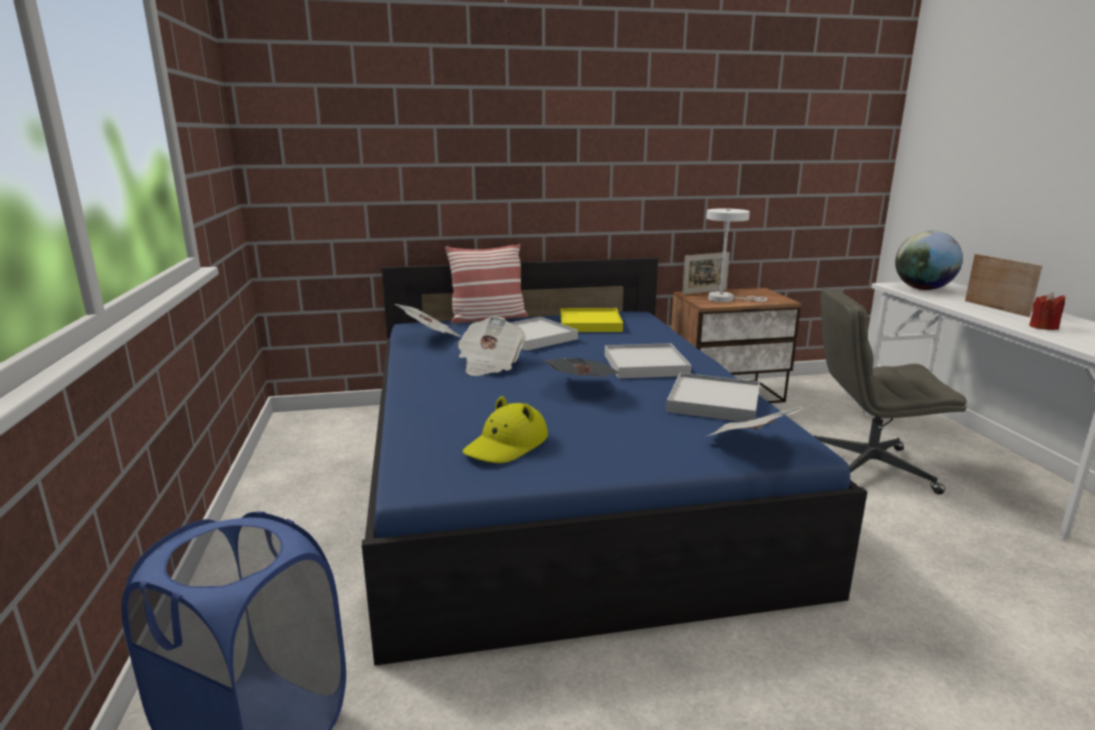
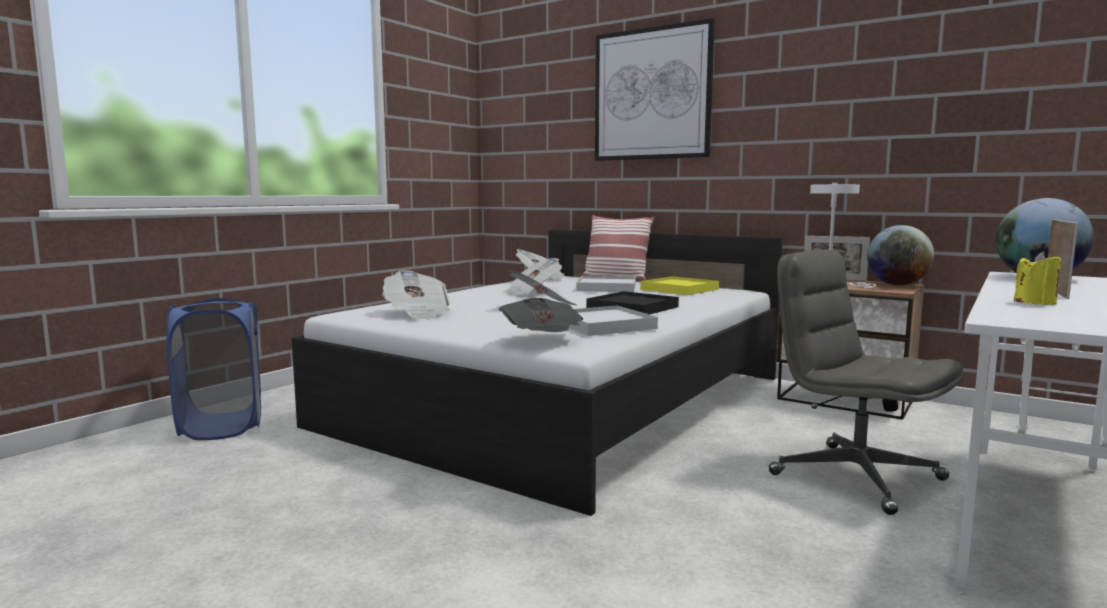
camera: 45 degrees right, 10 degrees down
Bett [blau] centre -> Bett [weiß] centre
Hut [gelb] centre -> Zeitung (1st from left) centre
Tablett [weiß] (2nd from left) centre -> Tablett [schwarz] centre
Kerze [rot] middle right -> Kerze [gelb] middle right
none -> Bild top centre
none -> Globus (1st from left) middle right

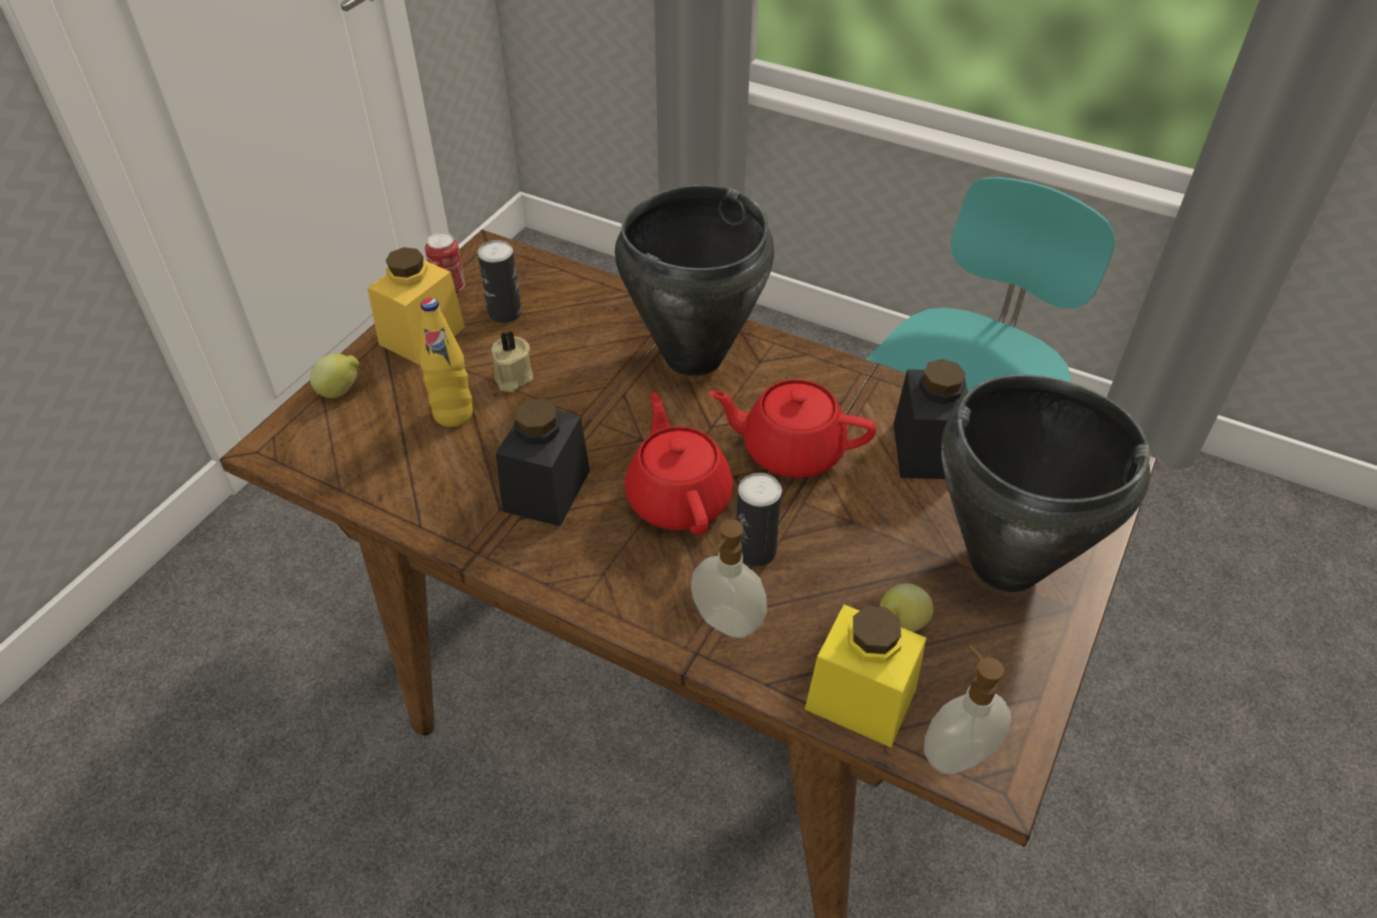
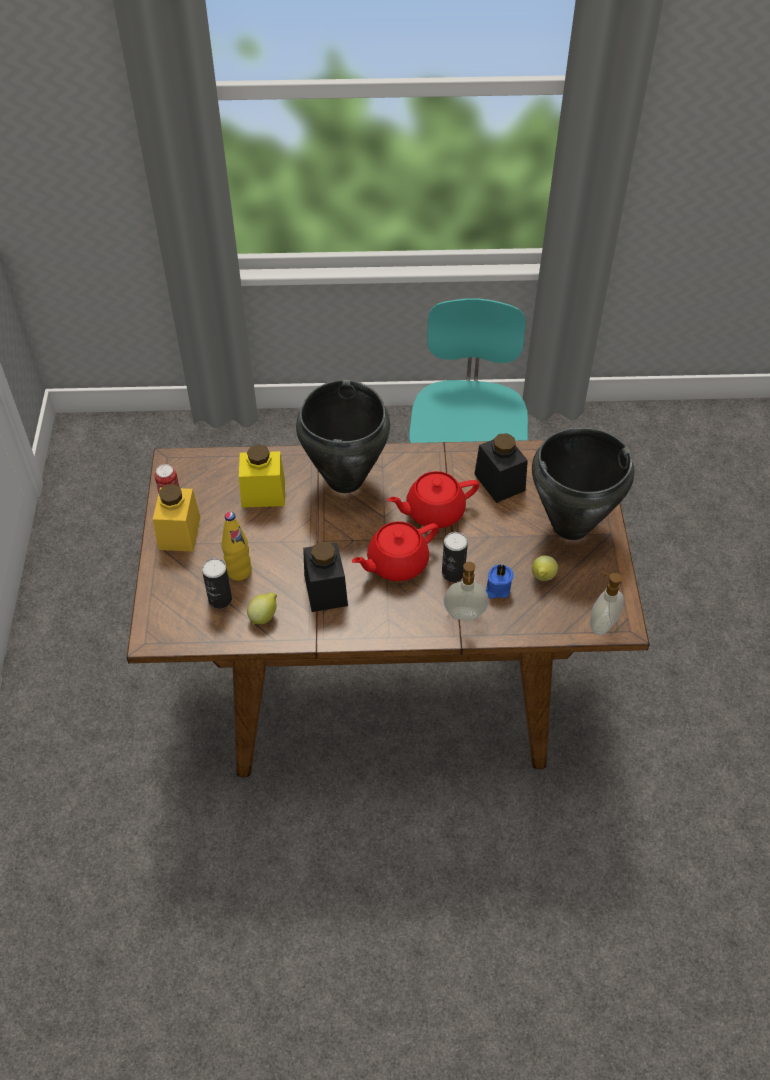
camera: 30 degrees left, 5 degrees up
Zitrone (1st from left) middle left -> Zitrone (1st from left) centre, moved
Dose (2nd from left) top centre -> Dose (2nd from left) middle left, moved
Kerze [beige] centre -> none
Teekanne [rot] (1st from left) centre, 75 degrees counterclockwise
Vorratsglas [gelb] (2nd from left) bottom centre -> Vorratsglas [gelb] (2nd from left) centre, moved
none -> Kerze [blau] centre

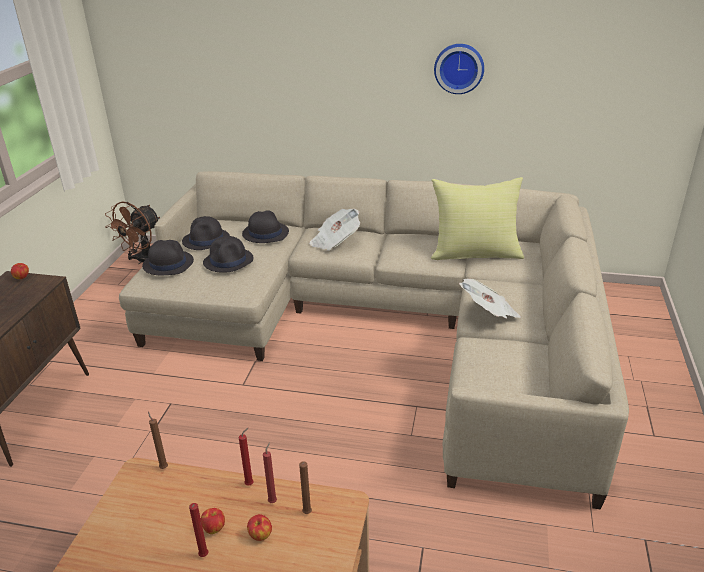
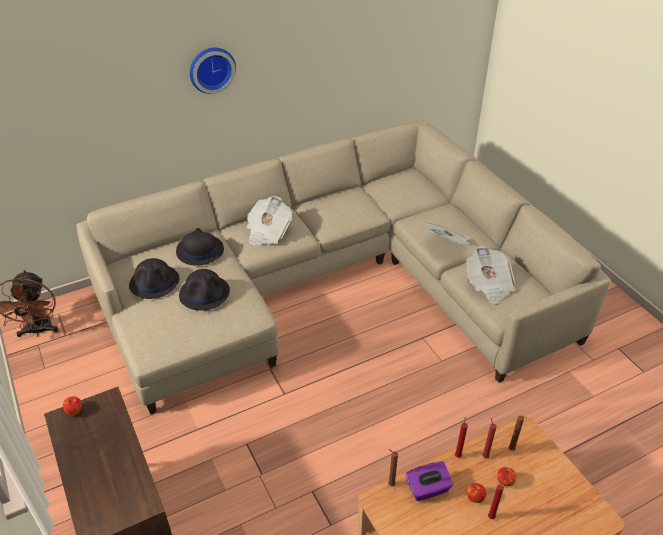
camera: 40 degrees left, 10 degrees up
Hut [schwarz] (1st from left) middle left -> none
Kissen [gelb] middle right -> none
Wanduhr top centre -> Wanduhr top left, moved
none -> Taschentuchbox [lila] bottom centre
none -> Zeitung (3rd from left) middle right

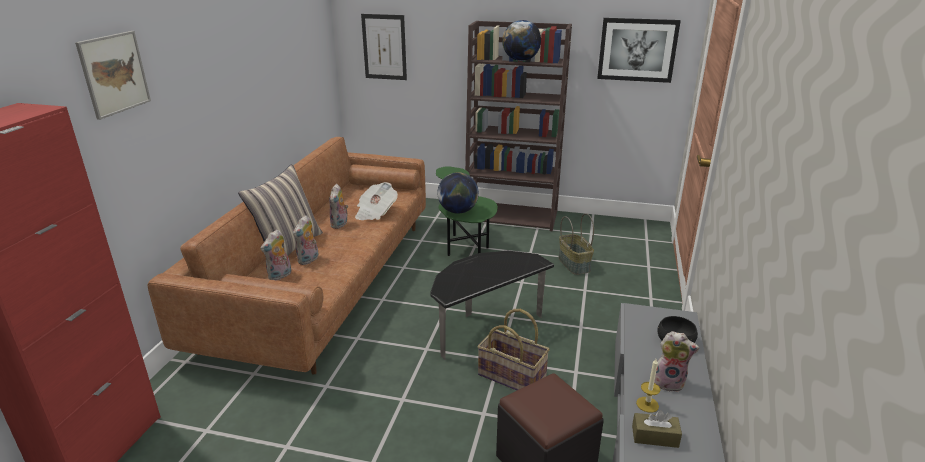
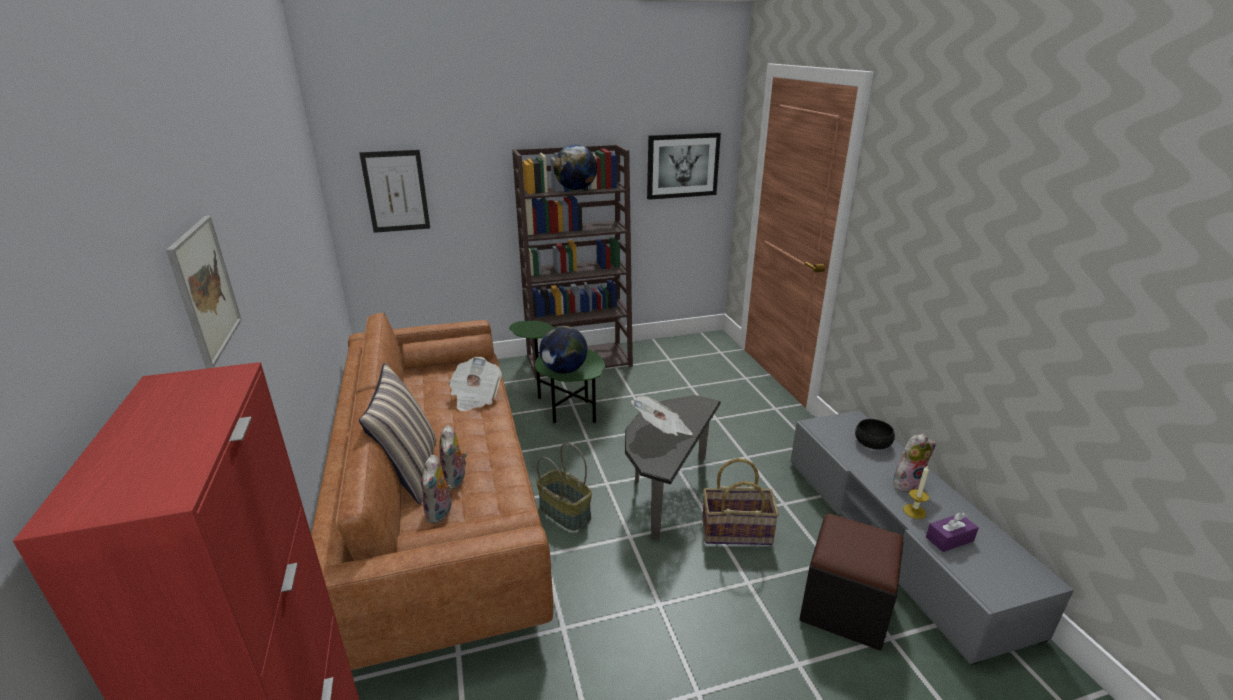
camera: 30 degrees left, 0 degrees up
Plüschtier (3rd from left) centre -> none
Korb (2nd from left in the first image) centre -> Korb (1st from left) bottom centre, moved
Taschentuchbox [braun] bottom right -> Taschentuchbox [lila] bottom right
none -> Zeitung (2nd from left) centre

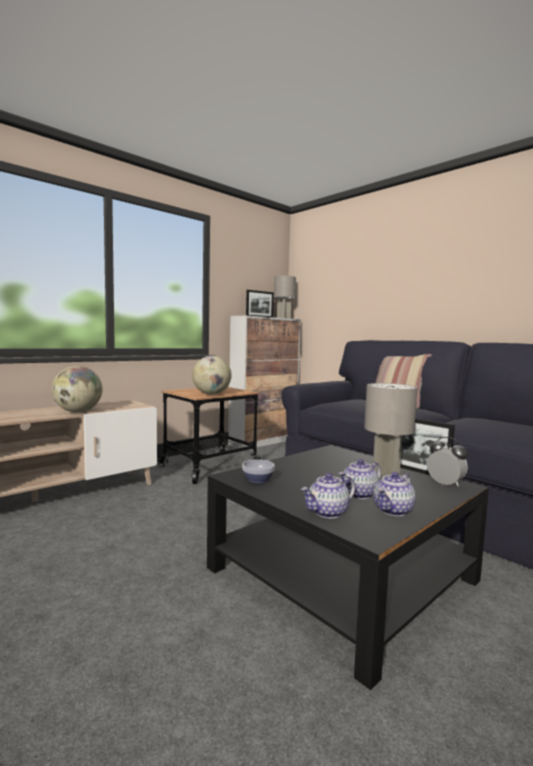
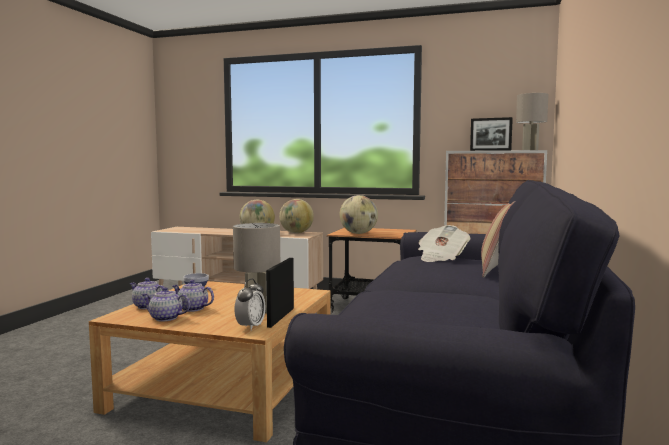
camera: 60 degrees right, 0 degrees up
Couchtisch [schwarz] bottom centre -> Couchtisch [beige] bottom left
none -> Globus (2nd from left) centre
none -> Zeitung centre

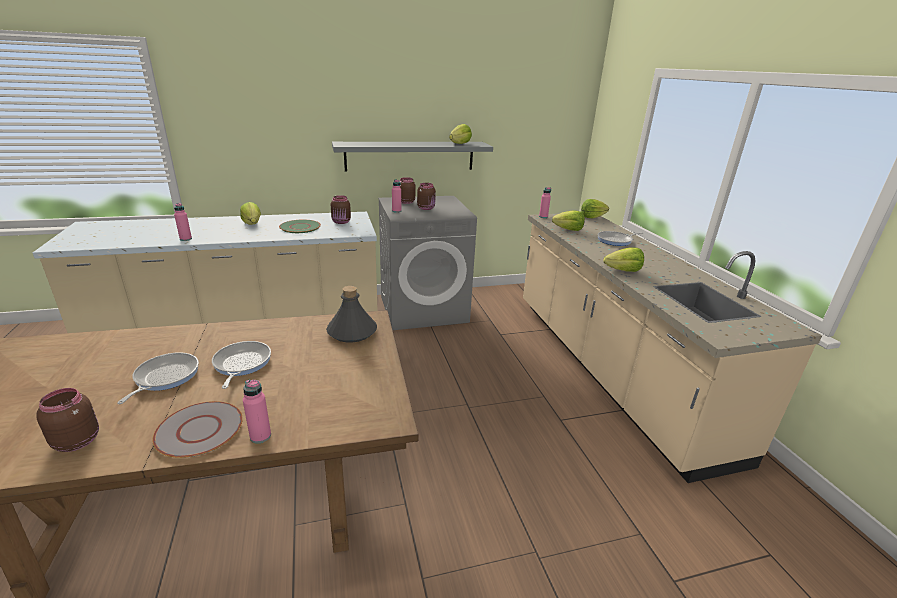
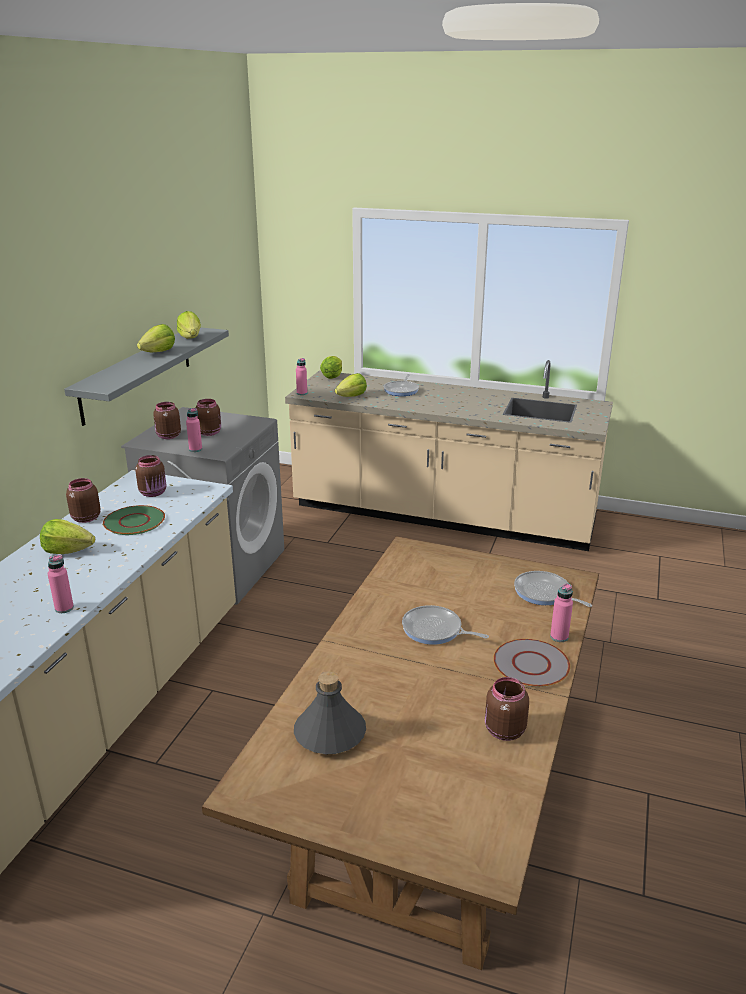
camera: 55 degrees left, 0 degrees up
Pfanne (1st from left in the first image) middle left -> Pfanne (3rd from left) middle right, moved
Flasche [grau] centre -> Flasche [grau] bottom centre, moved
Salatkopf (5th from left in the first image) middle right -> Salatkopf (2nd from left) middle left, moved
none -> Vorratsglas [braun] (1st from left) middle left

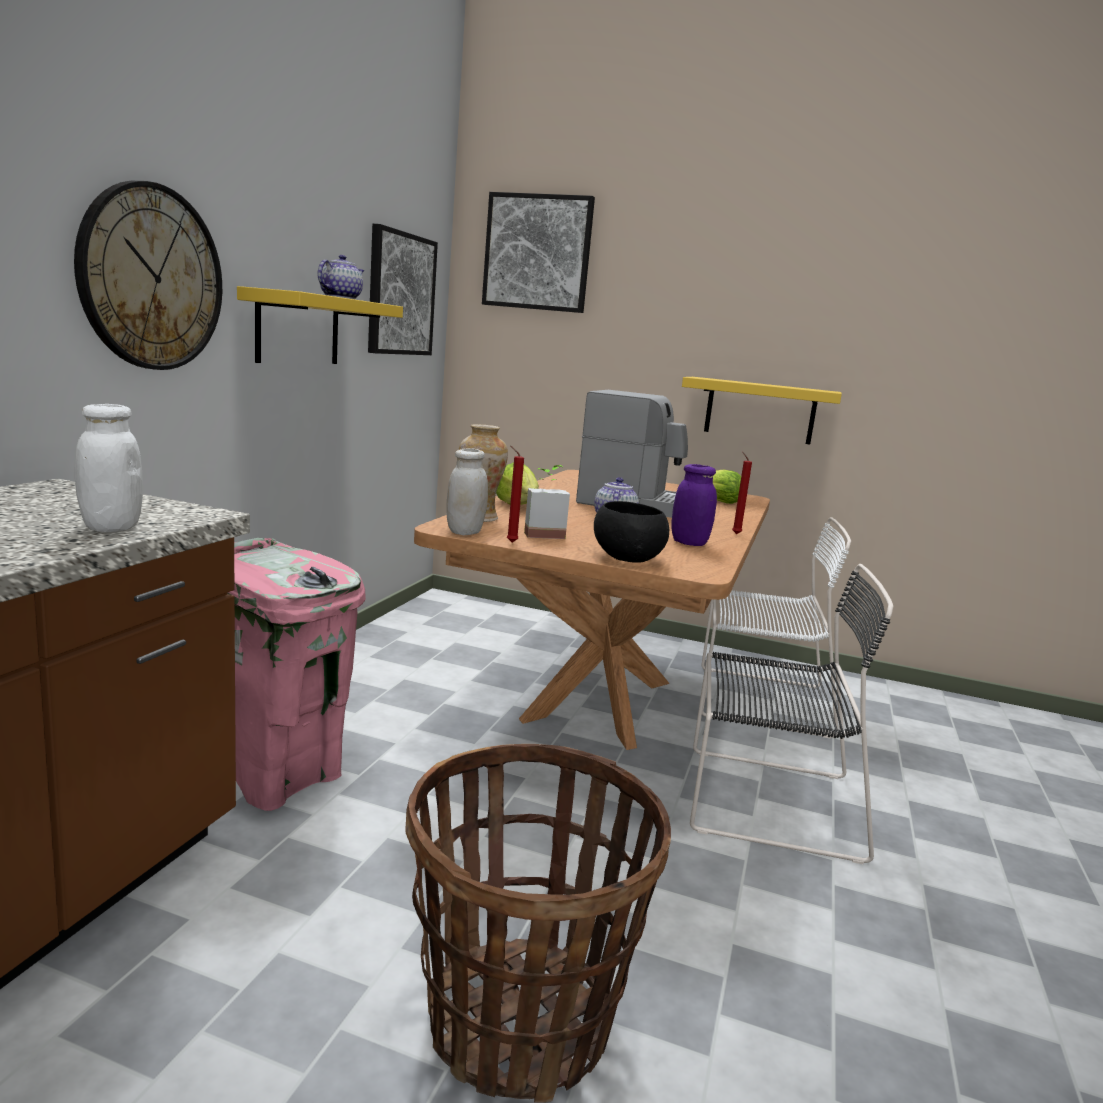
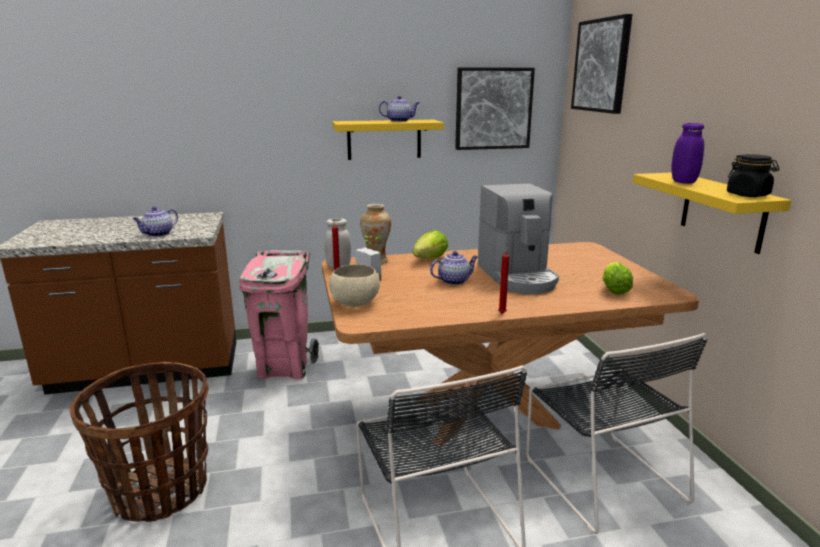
camera: 60 degrees right, 5 degrees up
Wanduhr top left -> none
Vorratsglas [weiß] (1st from left) middle left -> Teekanne (1st from left) middle left
Schüssel [schwarz] centre -> Schüssel [beige] centre
Vorratsglas [lila] centre -> Vorratsglas [lila] top right, moved
Stuhl [weiß] middle right -> Stuhl [schwarz] (2nd from left) bottom right
none -> Vorratsglas [schwarz] top right

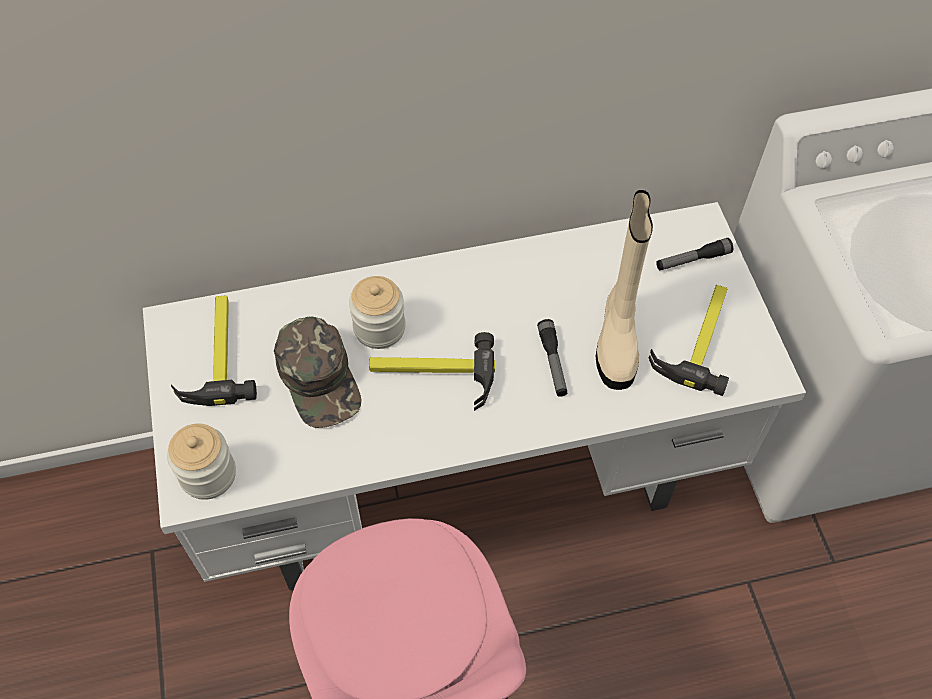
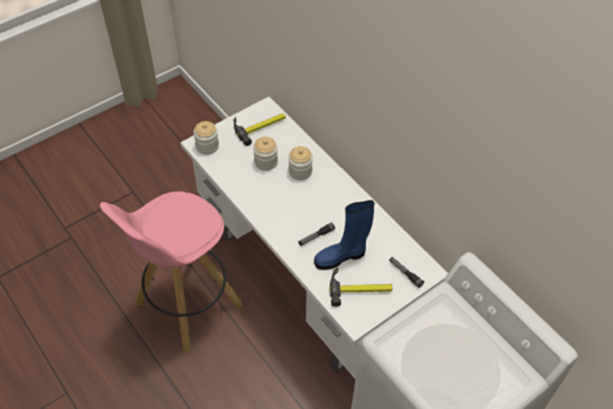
camera: 65 degrees right, 5 degrees down
Kappe [grün] centre -> Vorratsglas (2nd from left) centre
Hammer (2nd from left) centre -> none
Stiefel [beige] middle right -> Stiefel [blau] centre

